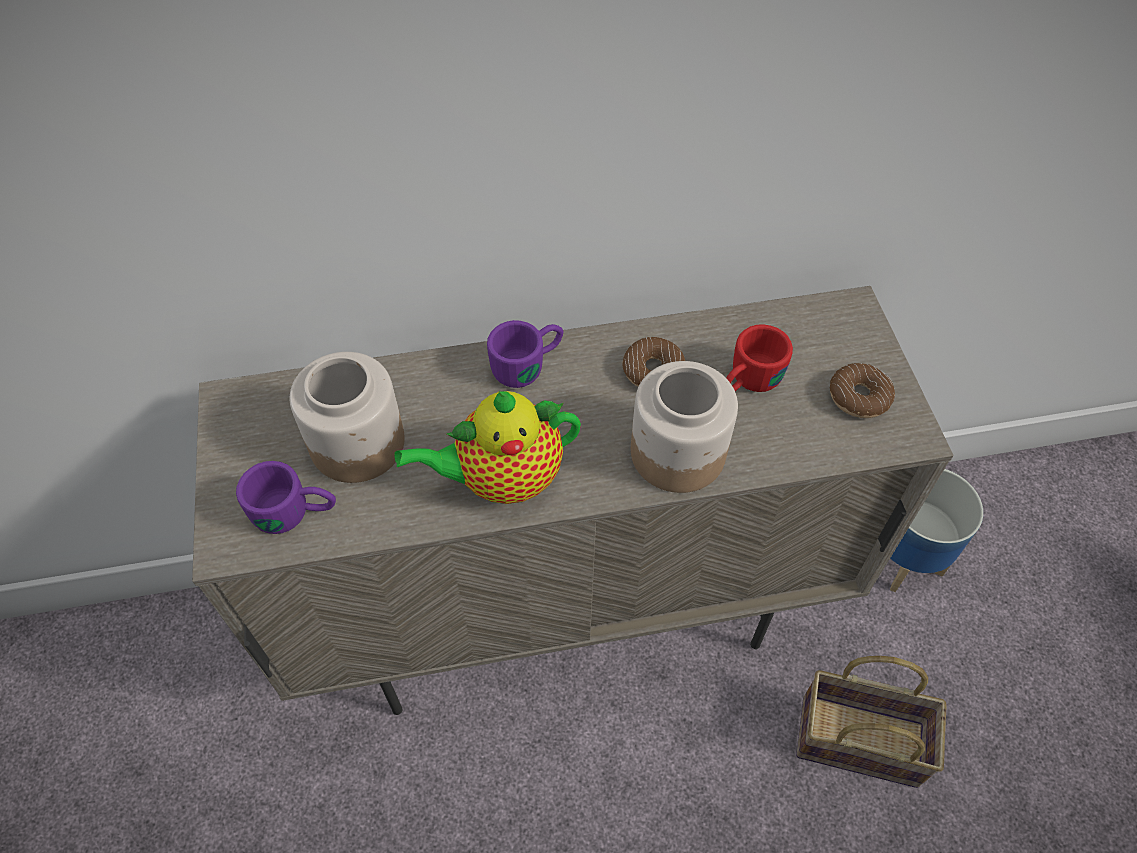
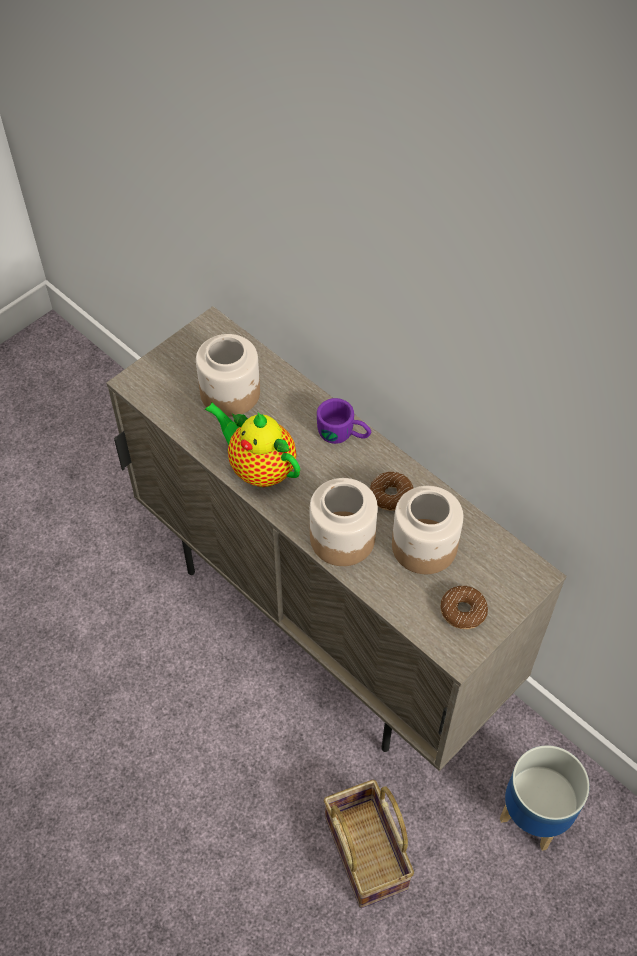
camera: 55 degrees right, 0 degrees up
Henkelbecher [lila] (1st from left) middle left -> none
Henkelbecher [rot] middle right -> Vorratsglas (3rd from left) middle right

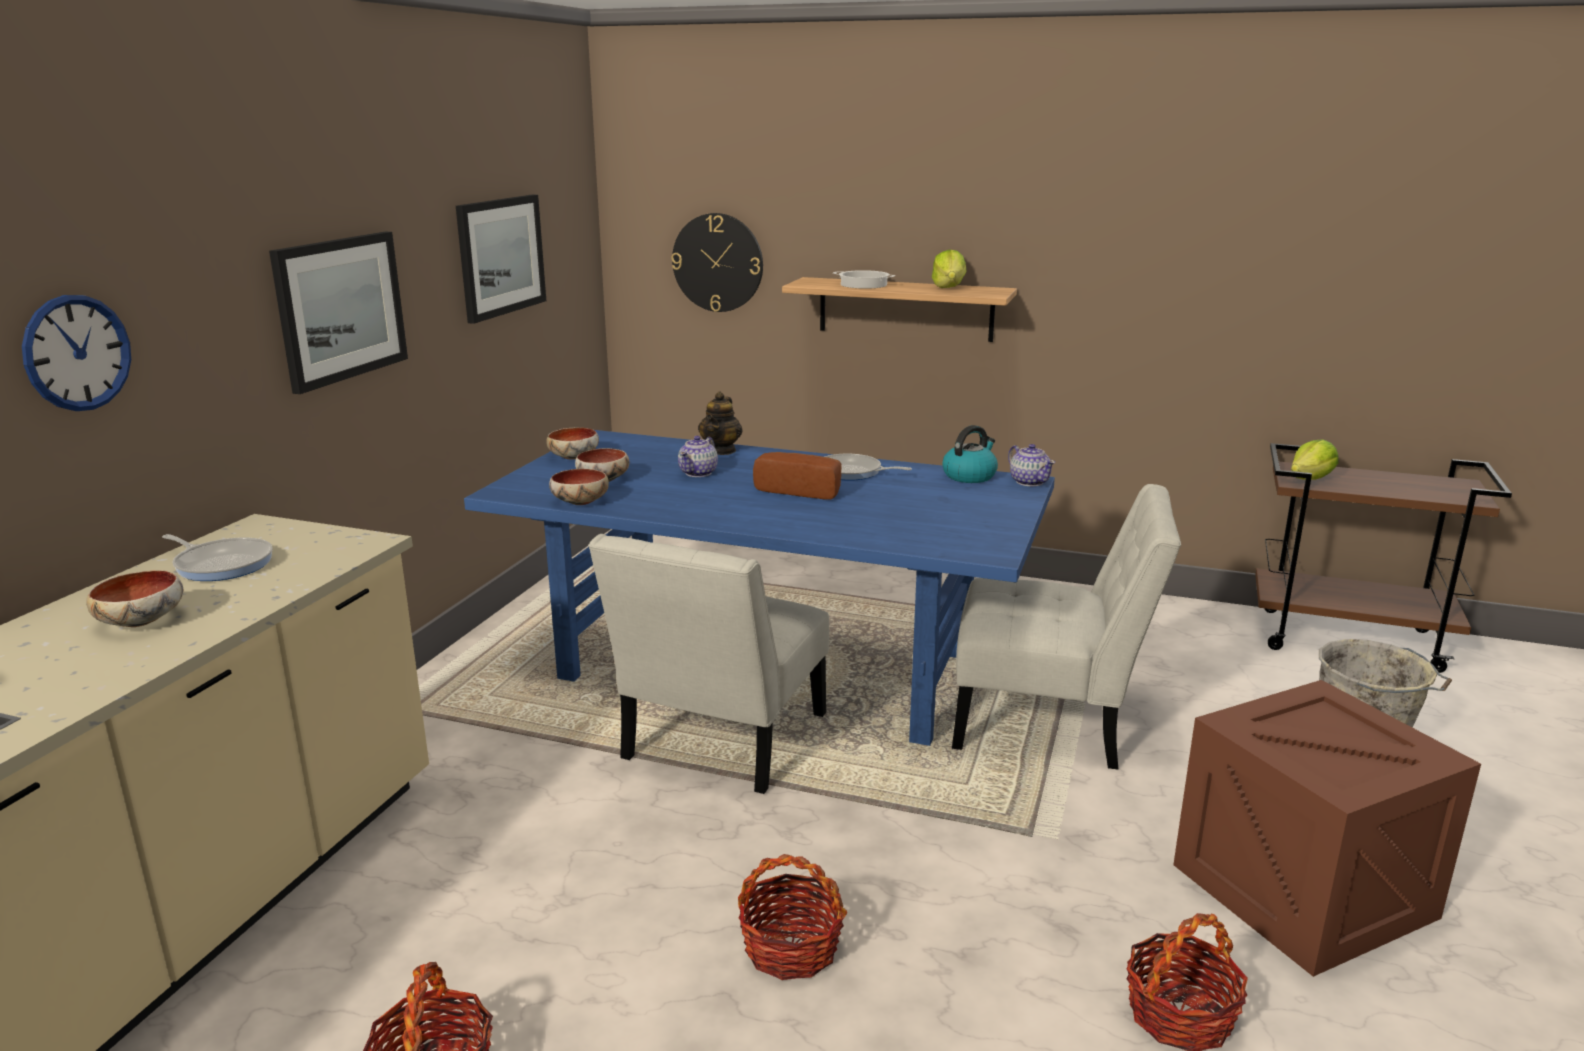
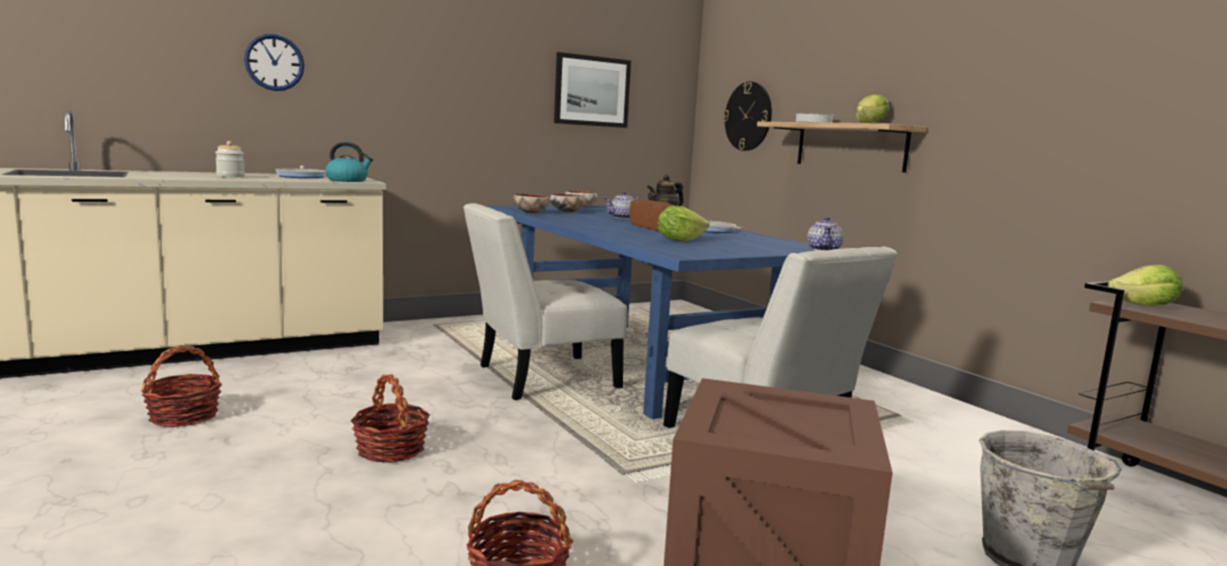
camera: 40 degrees right, 10 degrees down
Schüssel (1st from left) middle left -> Vorratsglas top left
Bild (1st from left) top left -> none
Wasserkessel centre -> Wasserkessel top left, moved
none -> Salatkopf (1st from left) centre

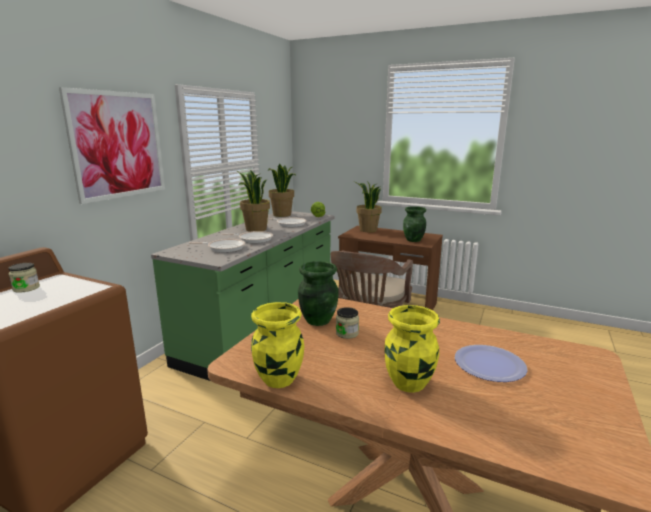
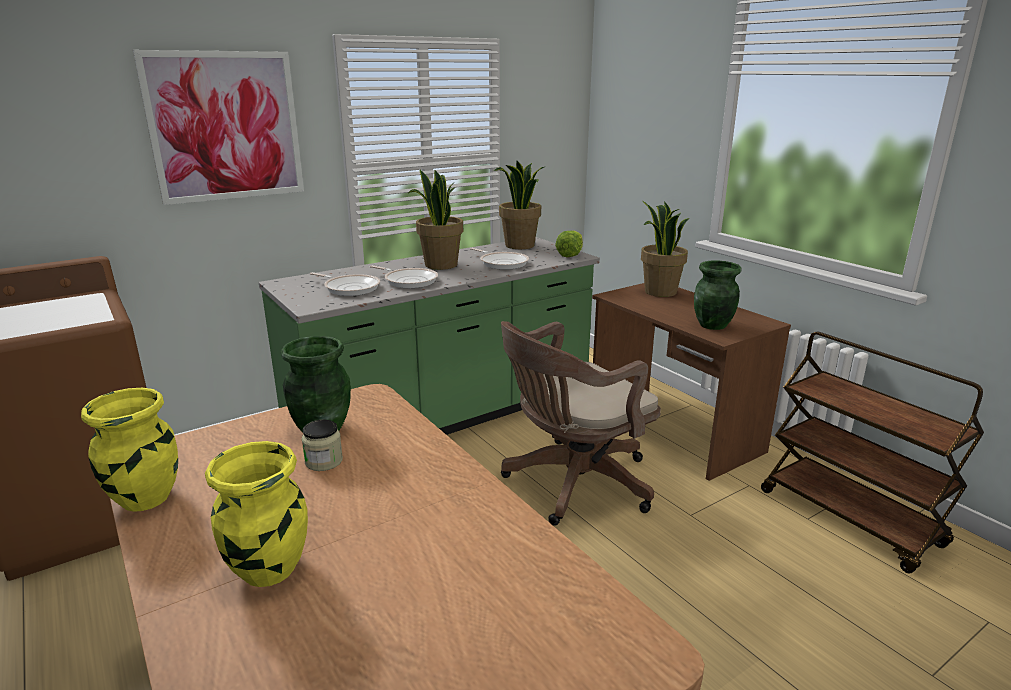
camera: 30 degrees right, 5 degrees up
Vorratsglas (1st from left) middle left -> none
Teller bottom right -> none
none -> Rollwagen [braun] middle right

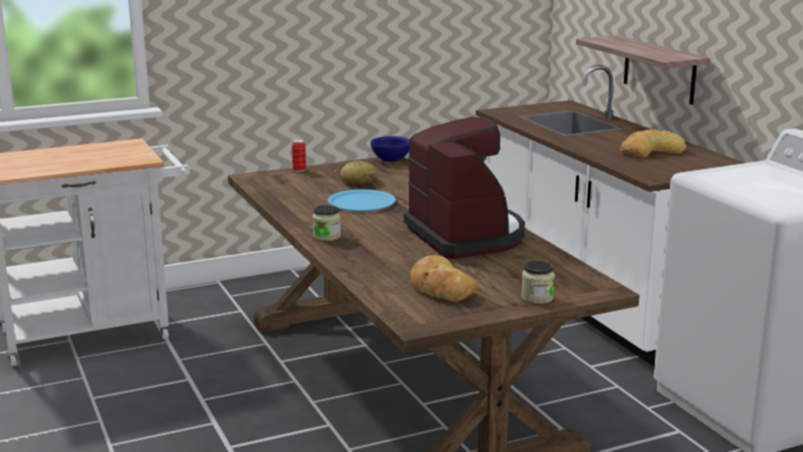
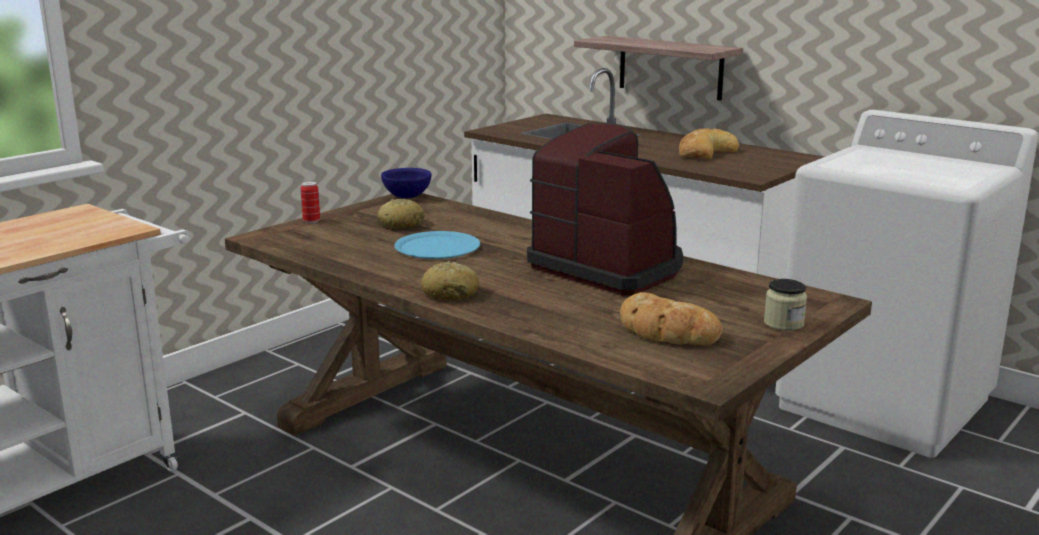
camera: 25 degrees left, 0 degrees up
Vorratsglas (1st from left) centre -> Brot (2nd from left) centre

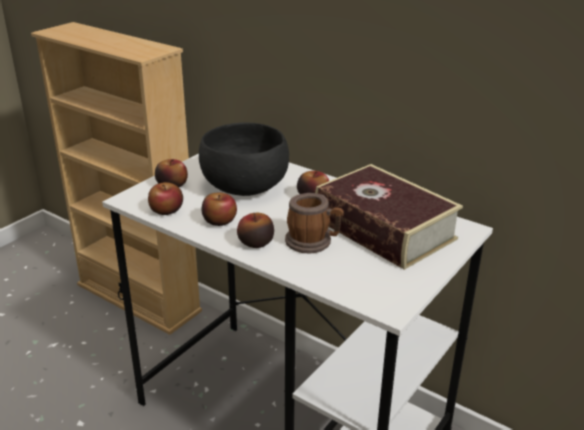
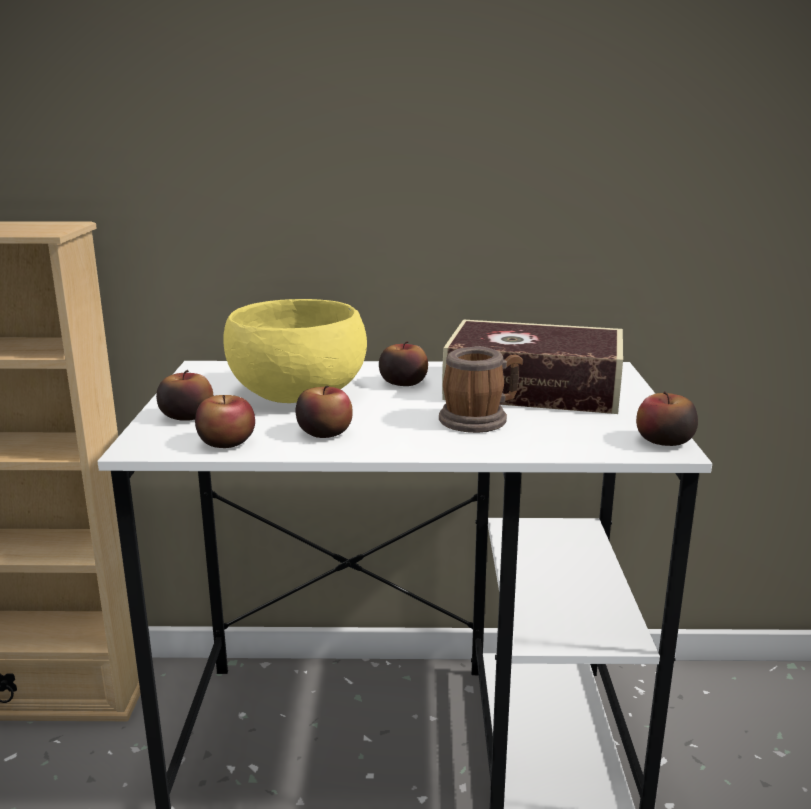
camera: 35 degrees left, 10 degrees down
Schüssel [schwarz] centre -> Schüssel [gelb] centre
Apfel (4th from left in the first image) centre -> Apfel (5th from left) middle right, moved

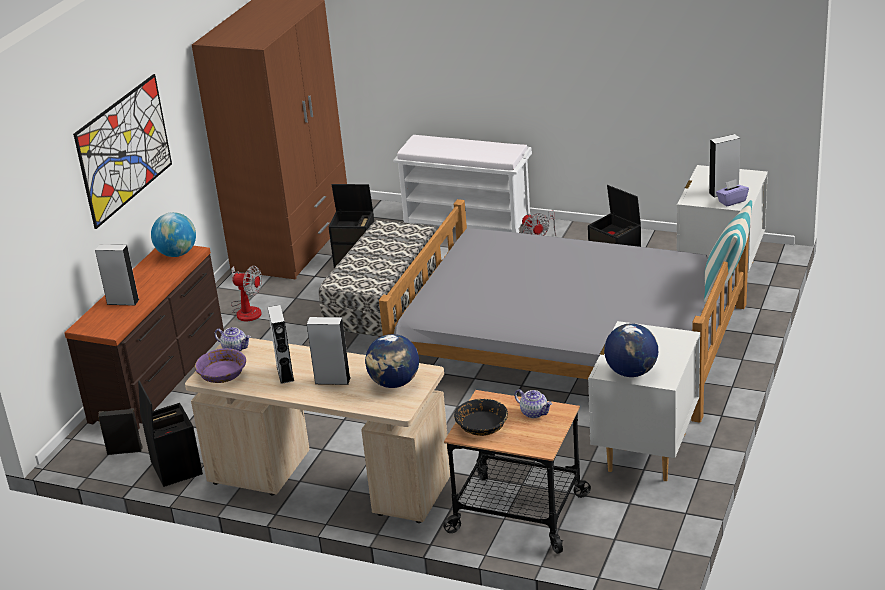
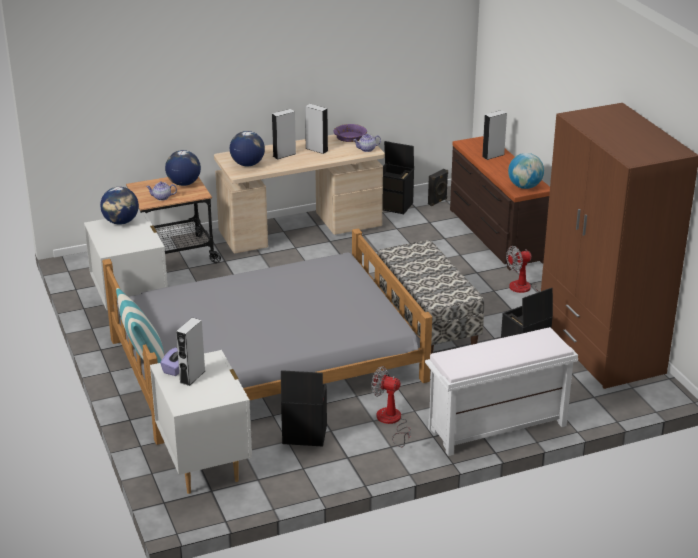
camera: 135 degrees right, 0 degrees up
Bild top left -> none
Schüssel [schwarz] bottom centre -> Globus (2nd from left) top left

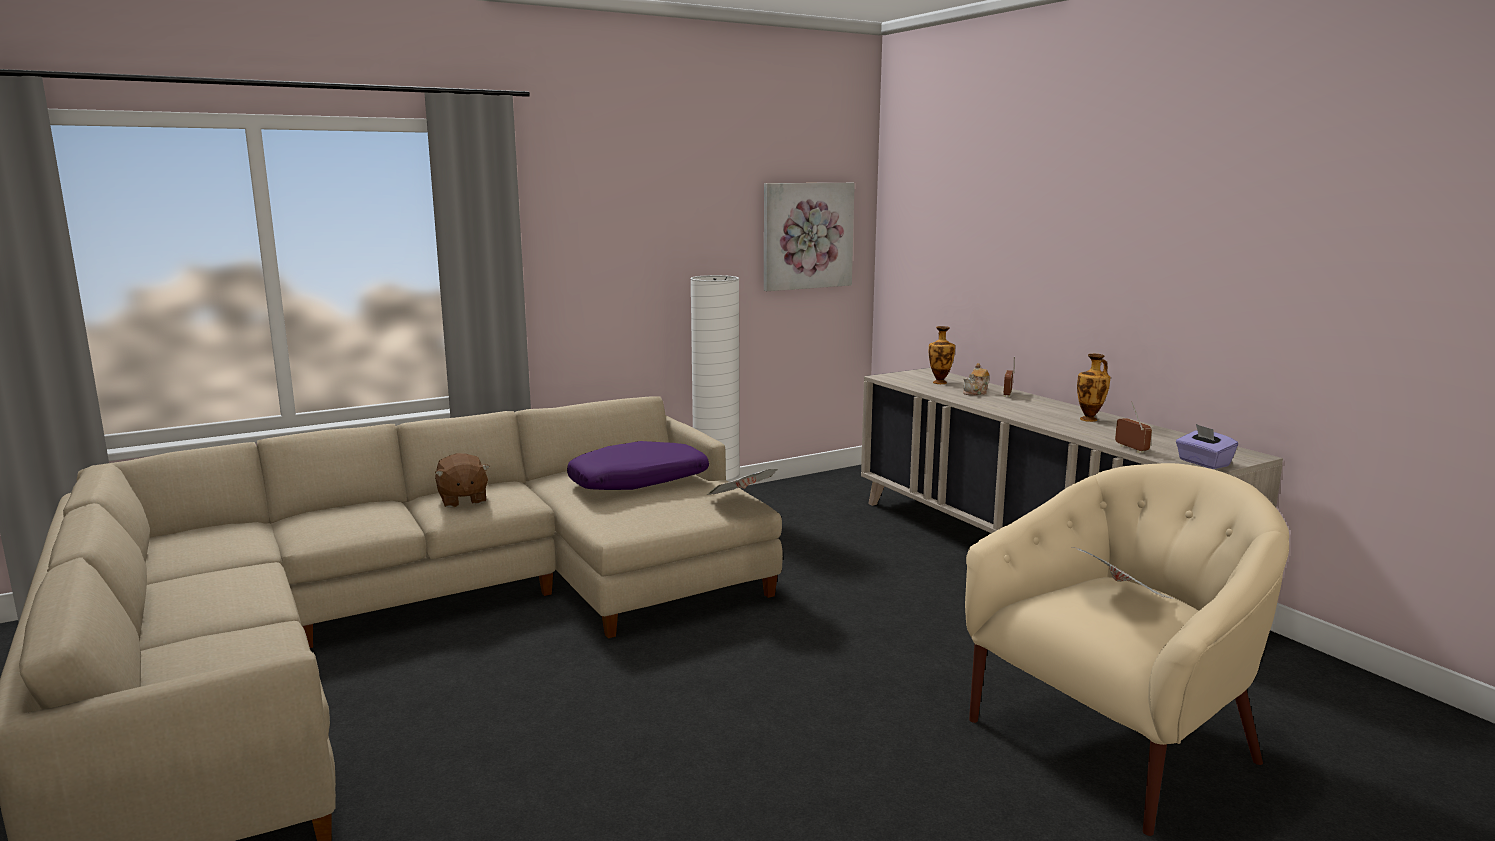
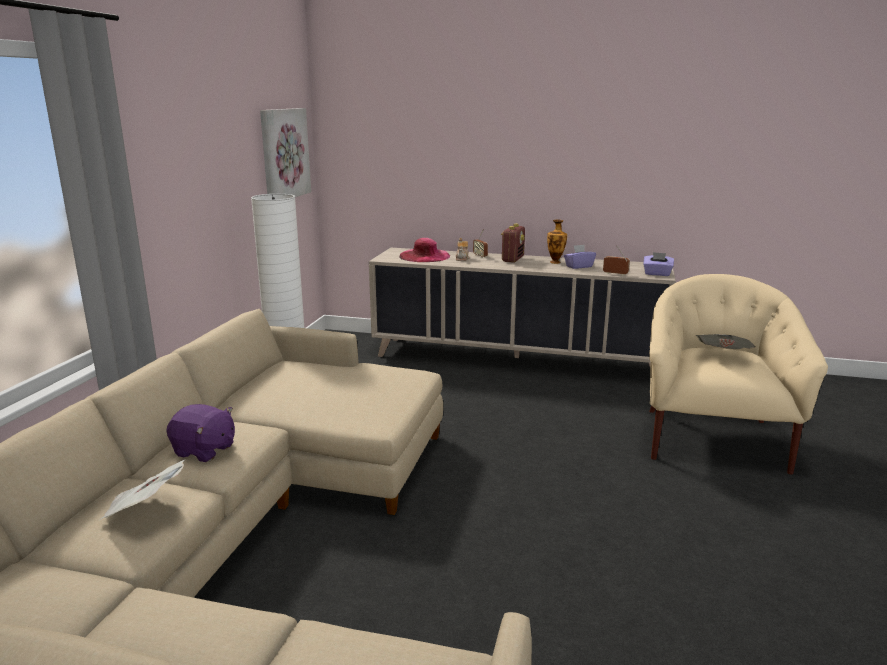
camera: 45 degrees left, 5 degrees up
Plüschtier [braun] middle left -> Plüschtier [lila] middle left
Kissen [lila] centre -> none
Zeitung (1st from left) centre -> Zeitung (1st from left) bottom left, moved
Vase (1st from left) centre -> Hut [rosa] centre
none -> Radio (2nd from left) centre
none -> Taschentuchbox [lila] (1st from left) centre

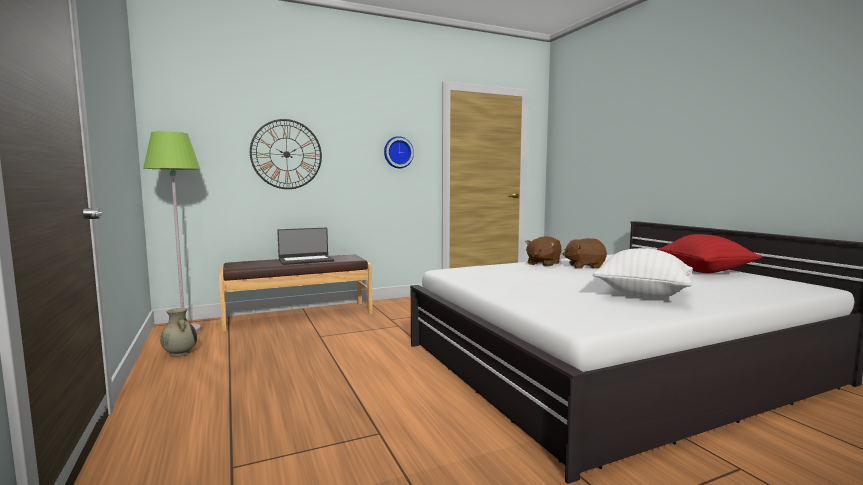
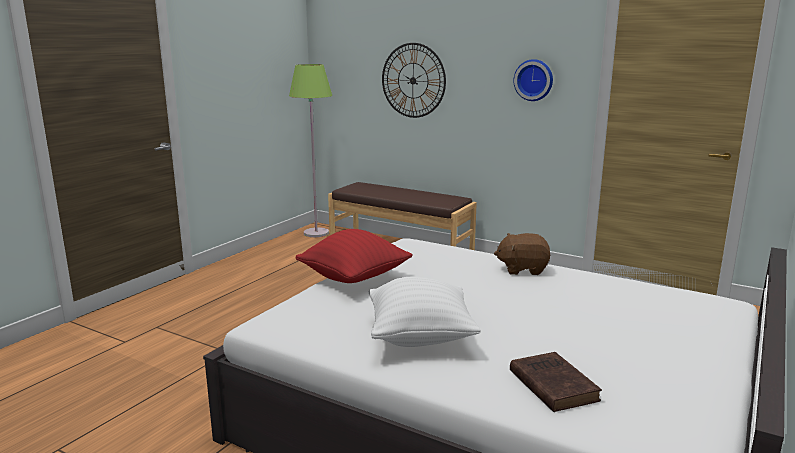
camera: 55 degrees right, 10 degrees up
Vase [beige] bottom left -> none
Laptop centre -> none
Plüschtier [braun] (2nd from left) middle right -> none
Kissen [rot] middle right -> Kissen [rot] centre, moved
none -> Buch [braun] bottom right

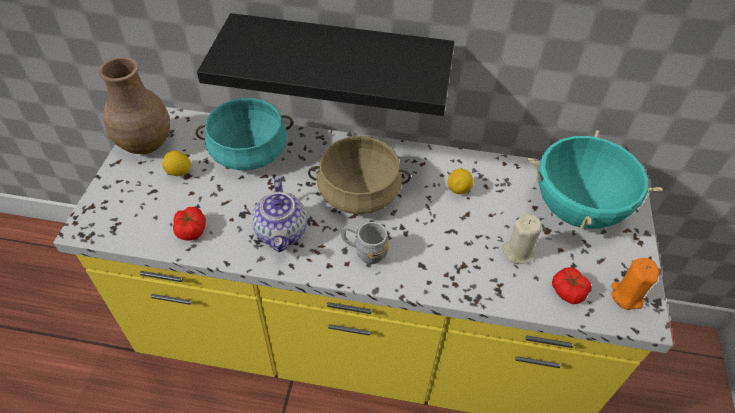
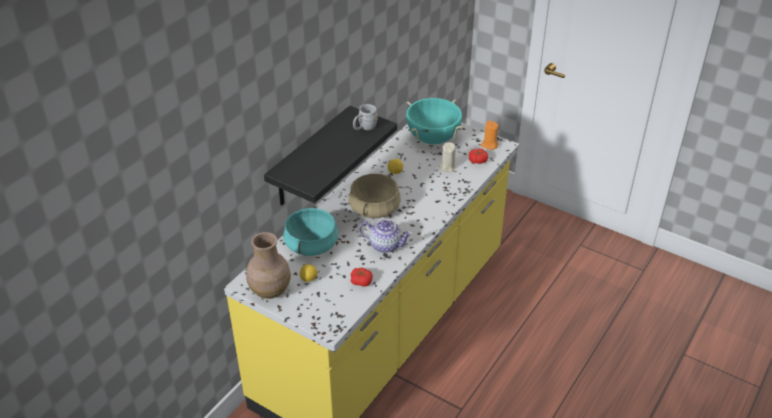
camera: 65 degrees left, 10 degrees down
Henkelbecher [grau] centre -> Henkelbecher [grau] top centre, moved

